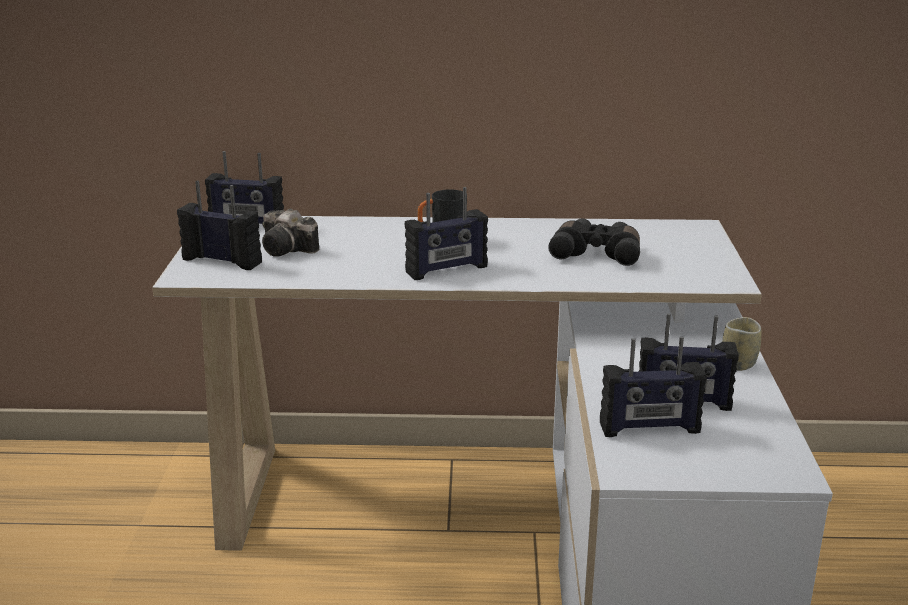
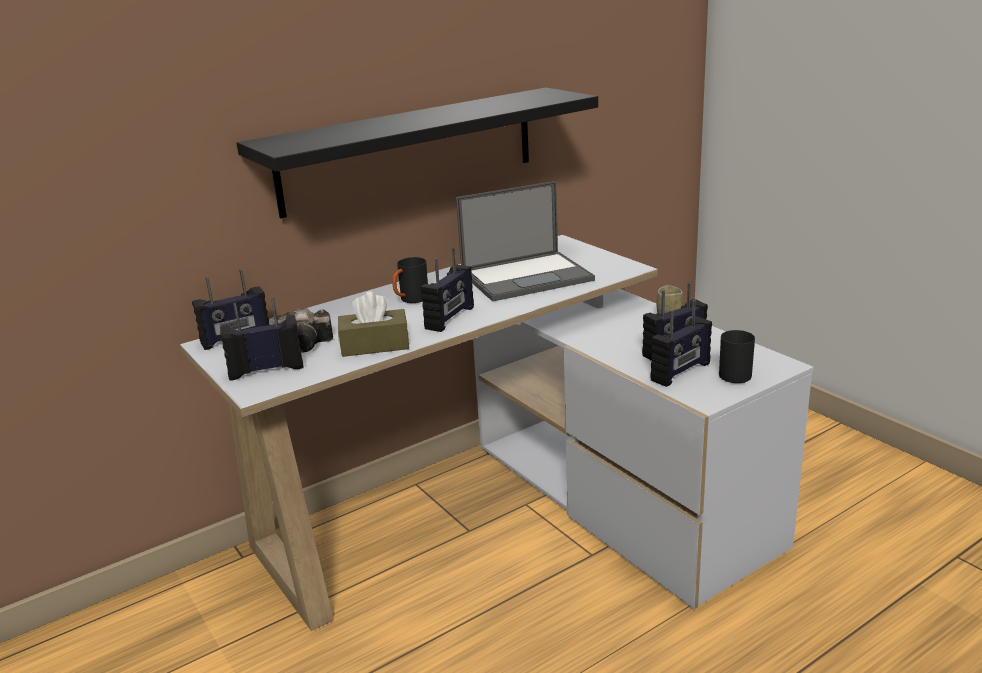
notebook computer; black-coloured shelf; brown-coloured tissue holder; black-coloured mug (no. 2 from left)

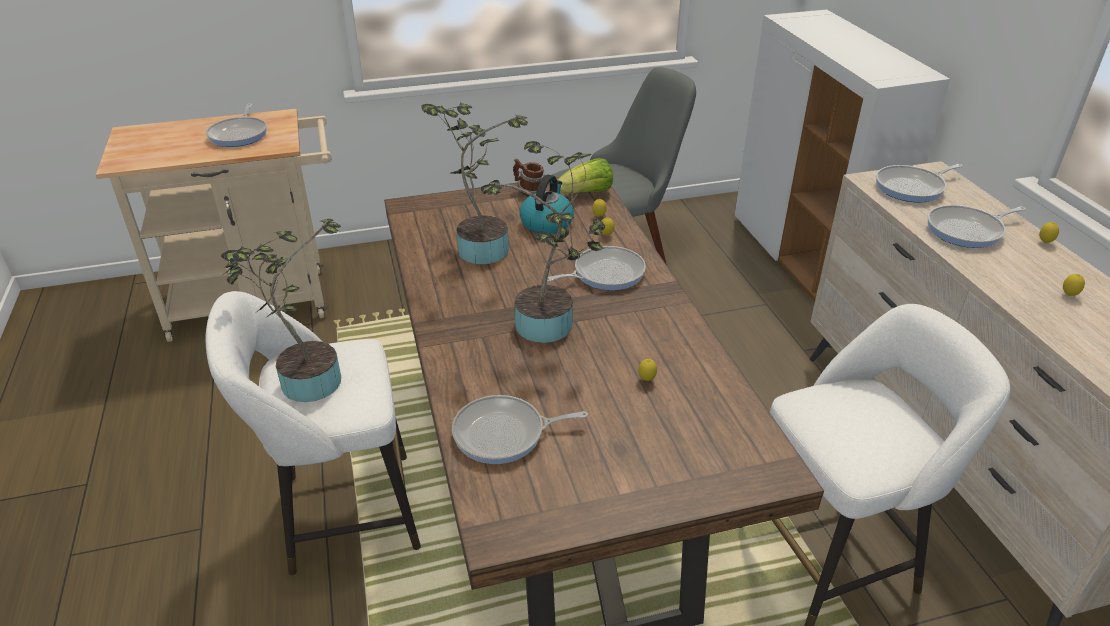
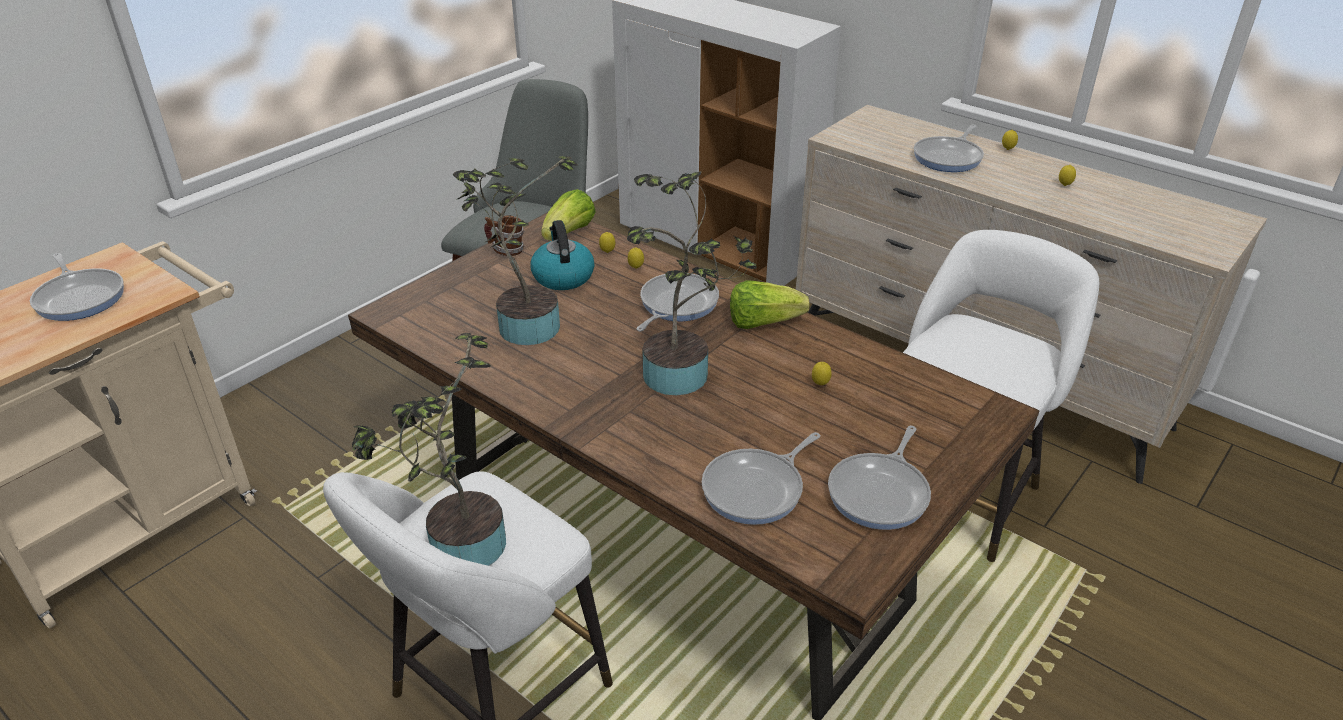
skillet (no. 4 from left); lettuce (no. 2 from left)

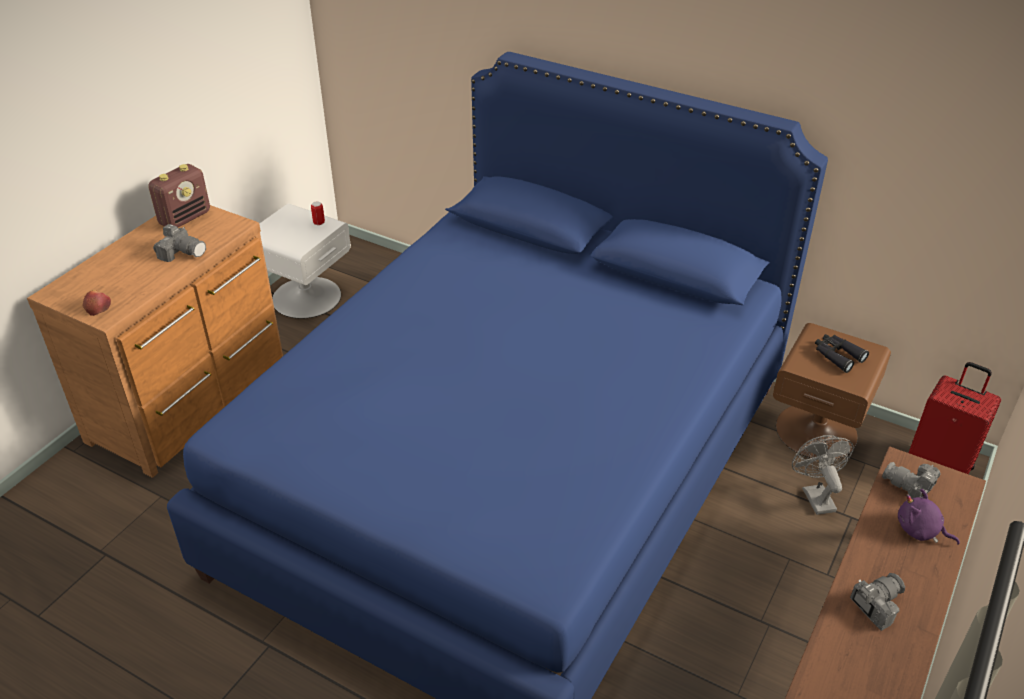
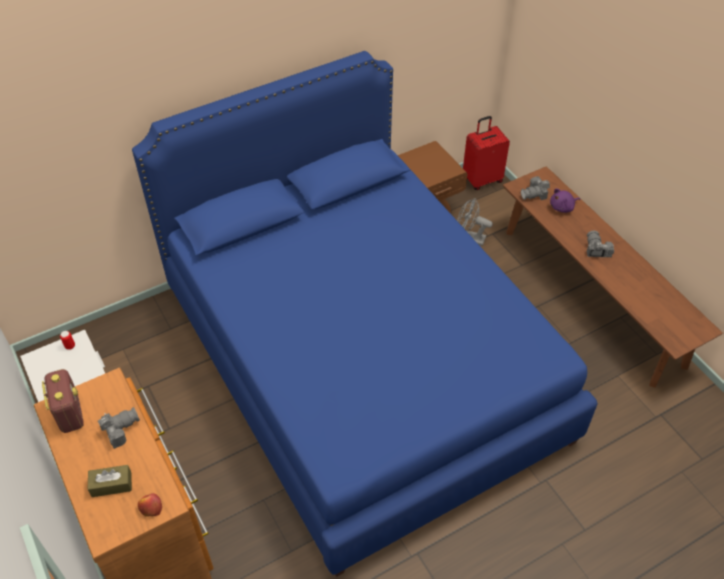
black-coloured pair of binoculars; brown-coloured tissue holder

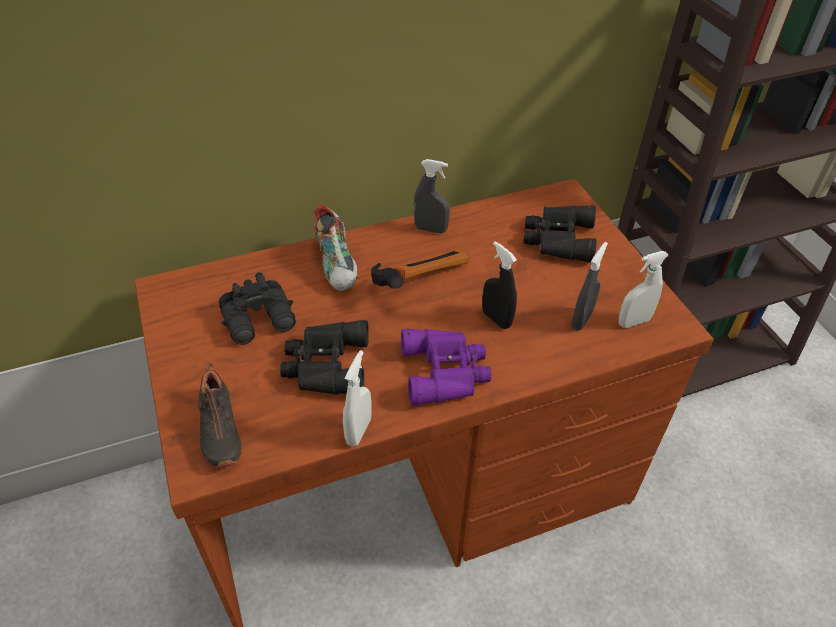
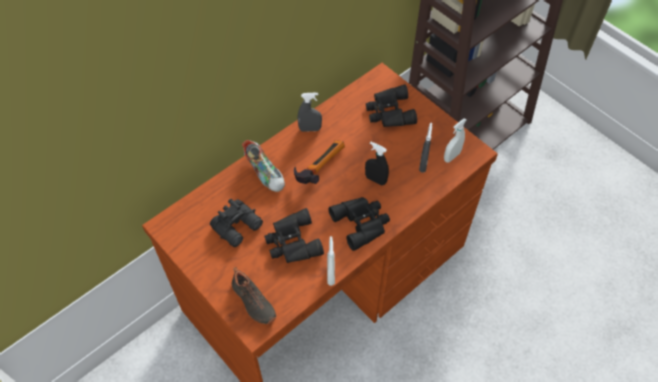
black-coloured pair of binoculars (no. 3 from left)

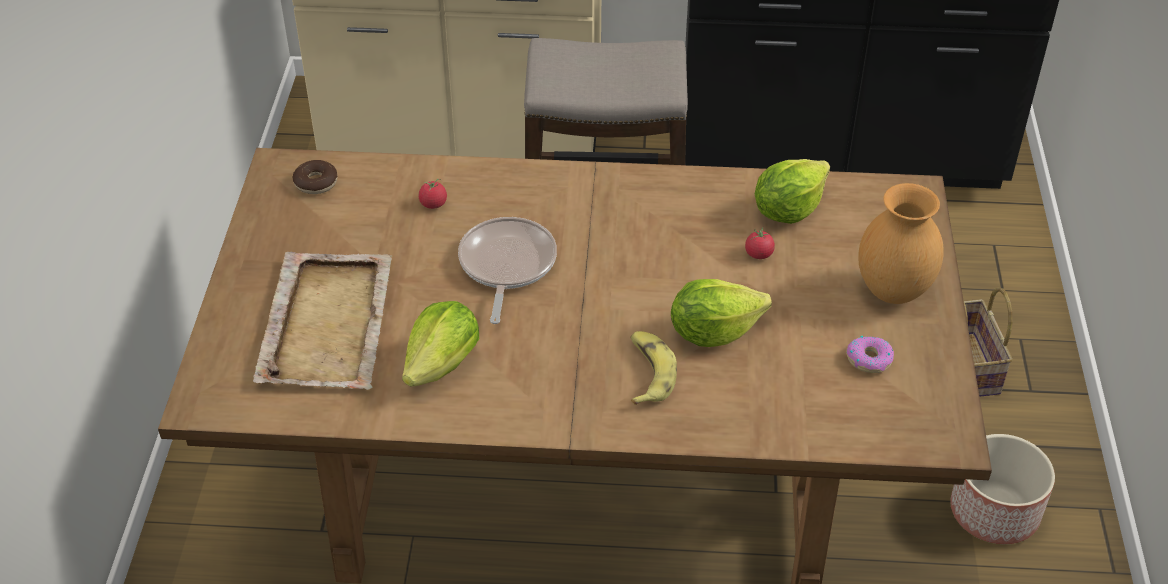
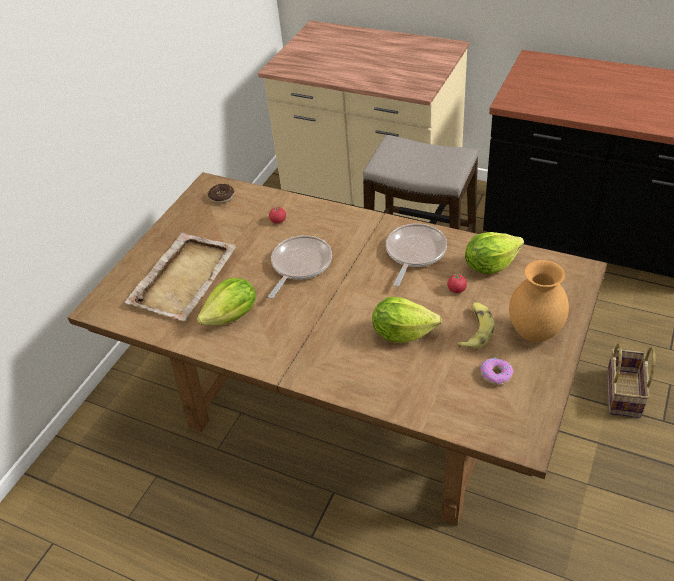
whole banana; plant pot; skillet (no. 2 from left)

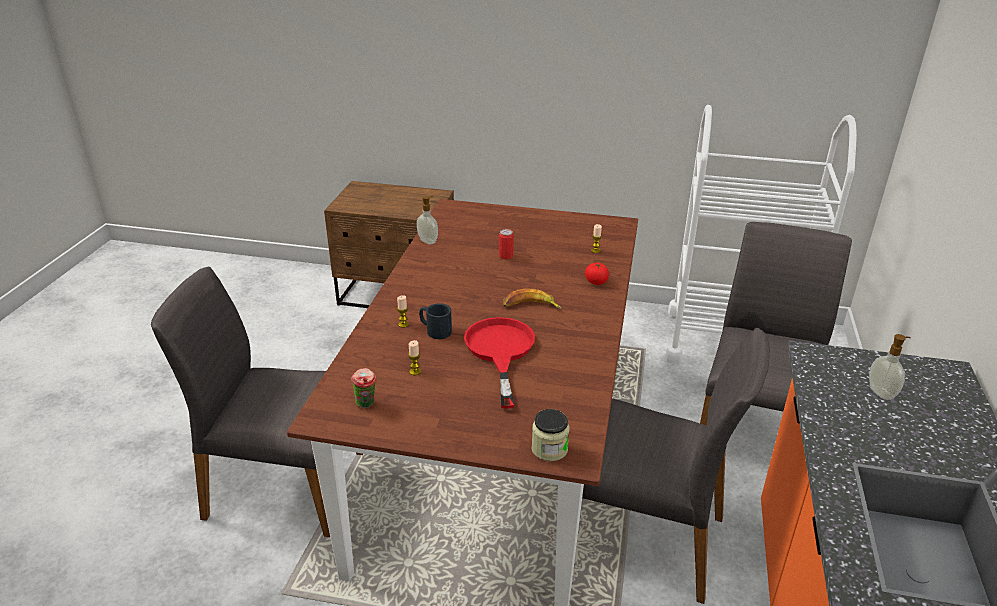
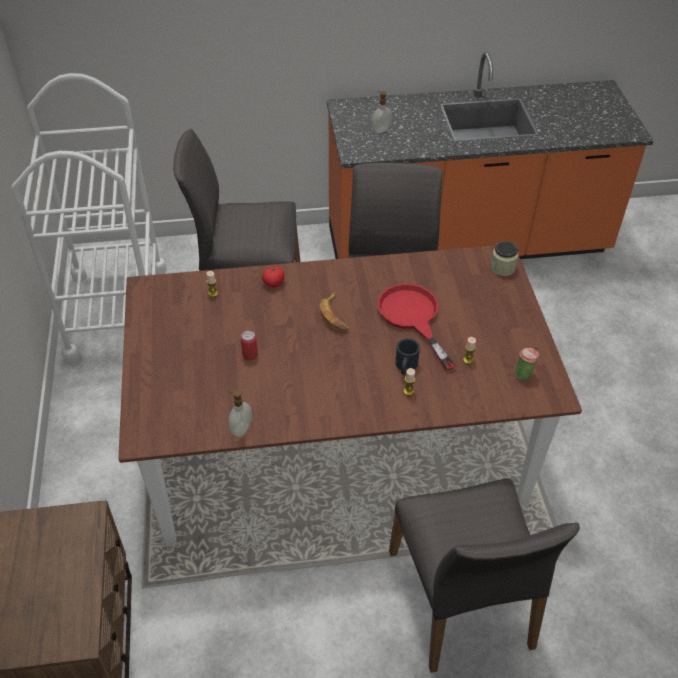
red-coloured skillet

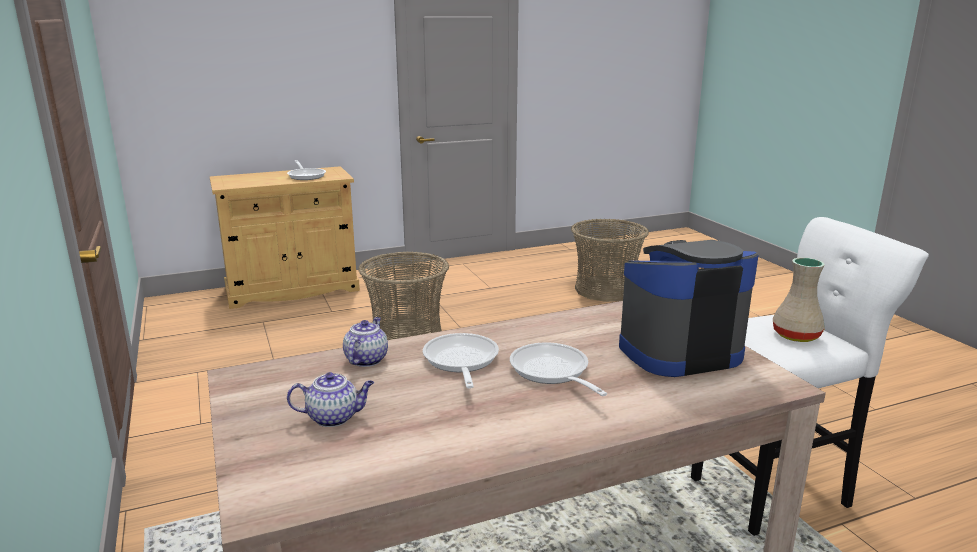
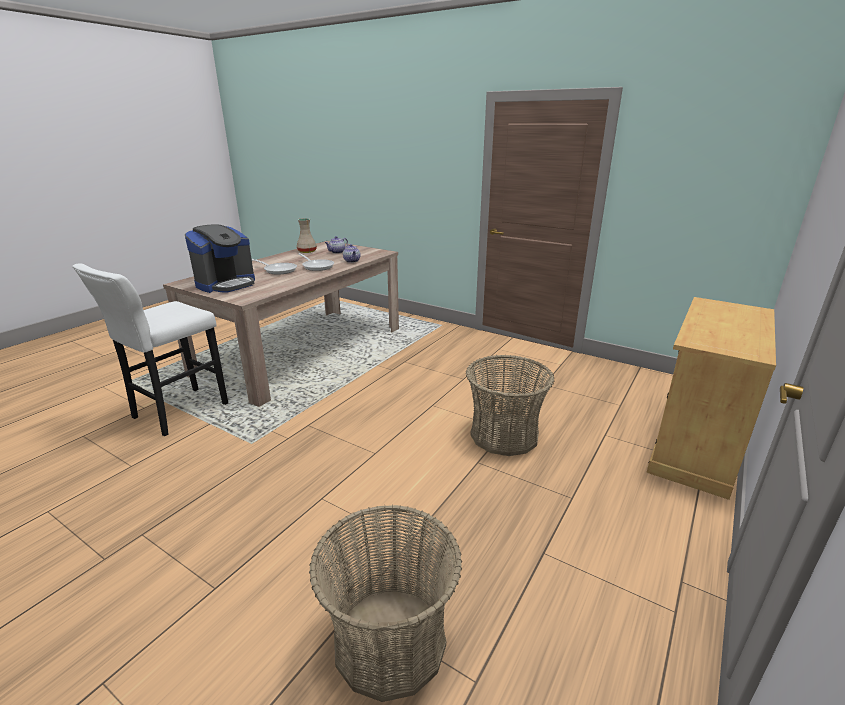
skillet (no. 1 from left in the first image); beige decorative vase

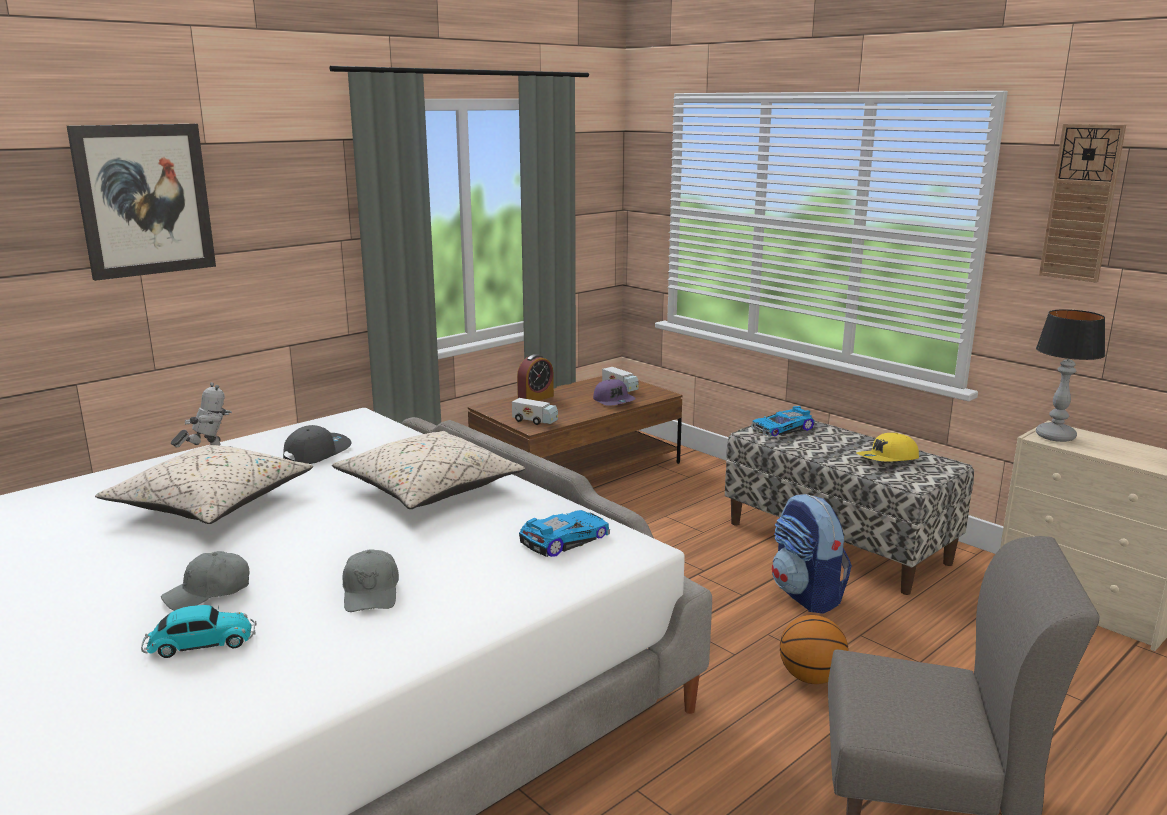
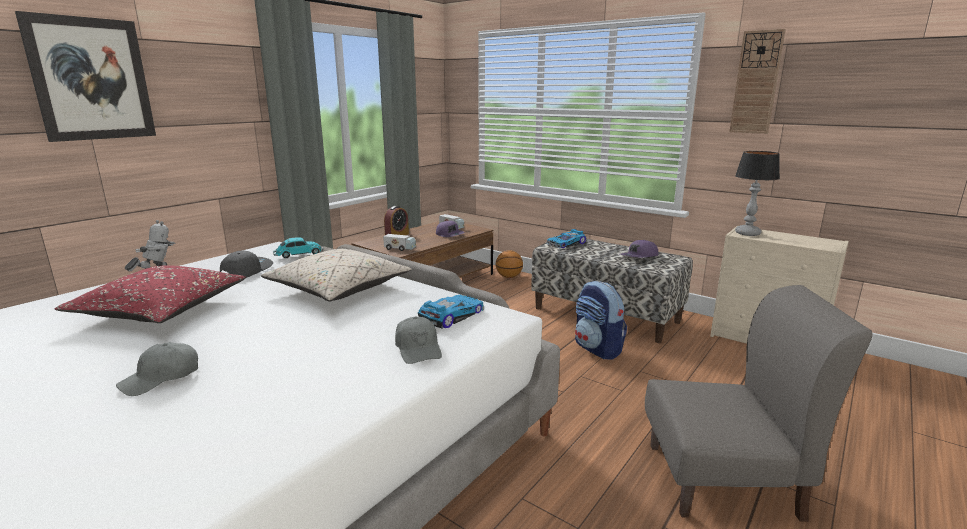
purple peaked cap (no. 2 from left); red-coloured cushion; gray peaked cap (no. 3 from left); miniature car (no. 1 from left); basketball

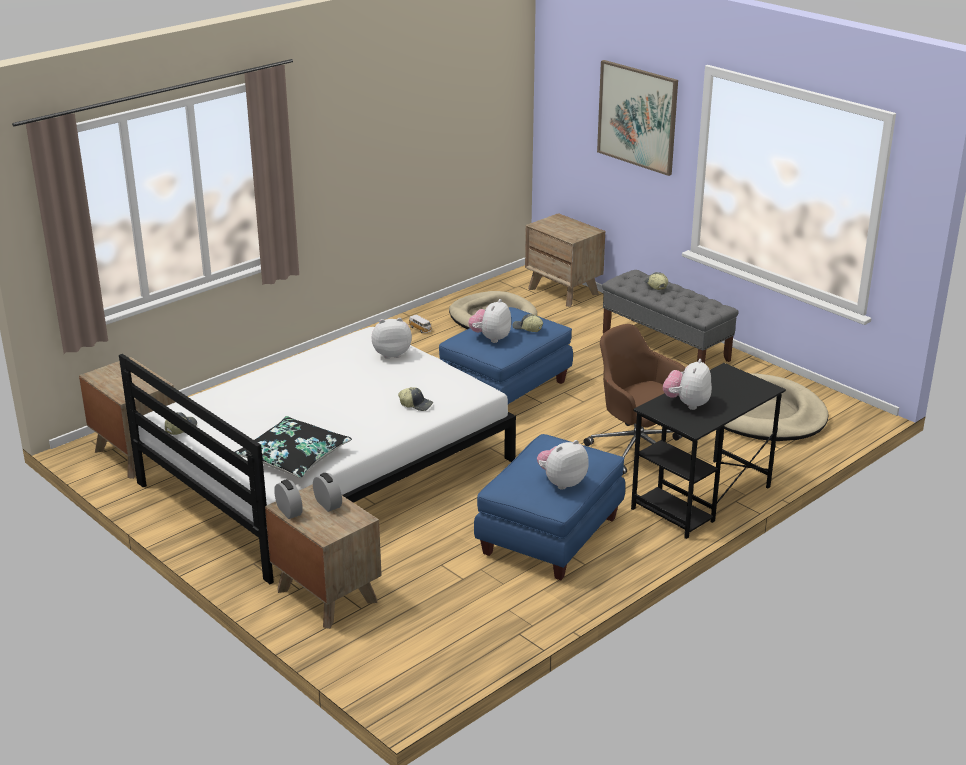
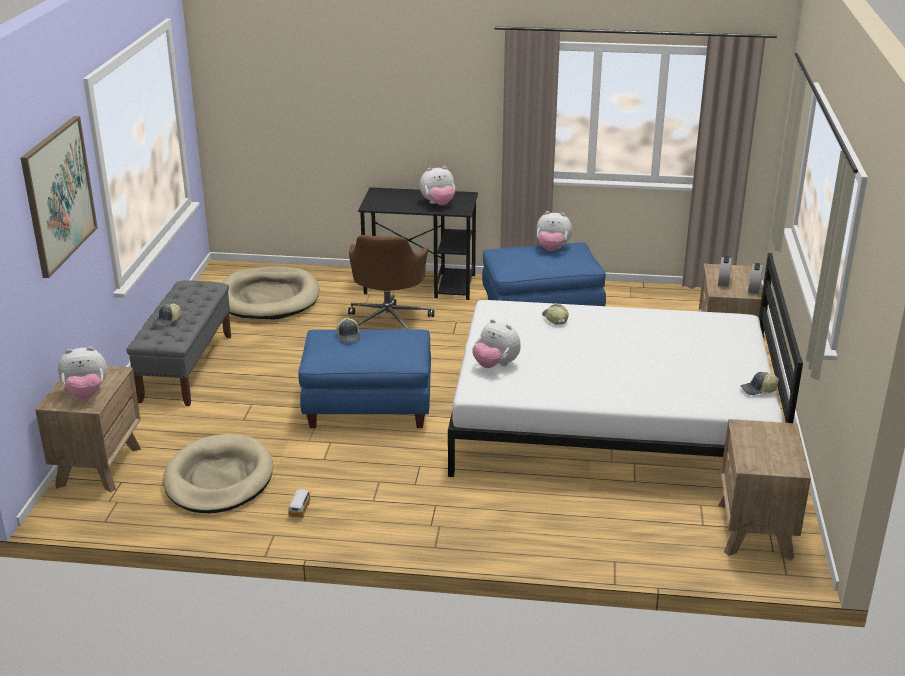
plush toy (no. 1 from left); black-coloured cushion

